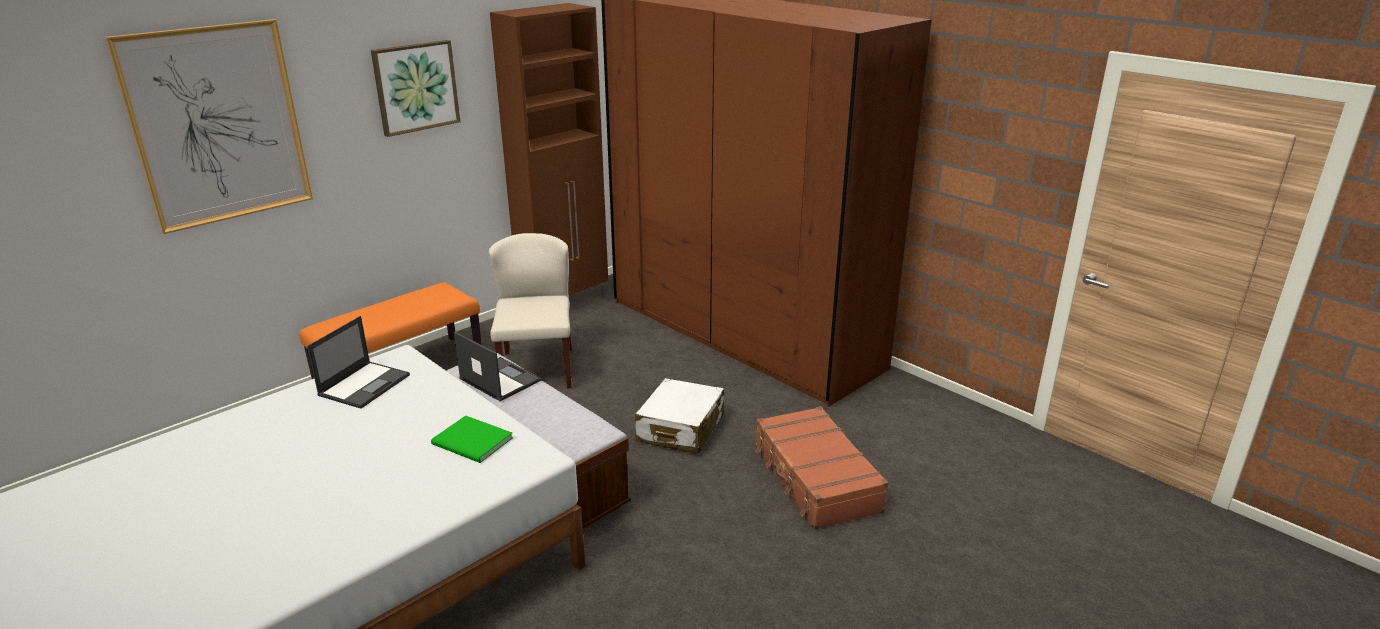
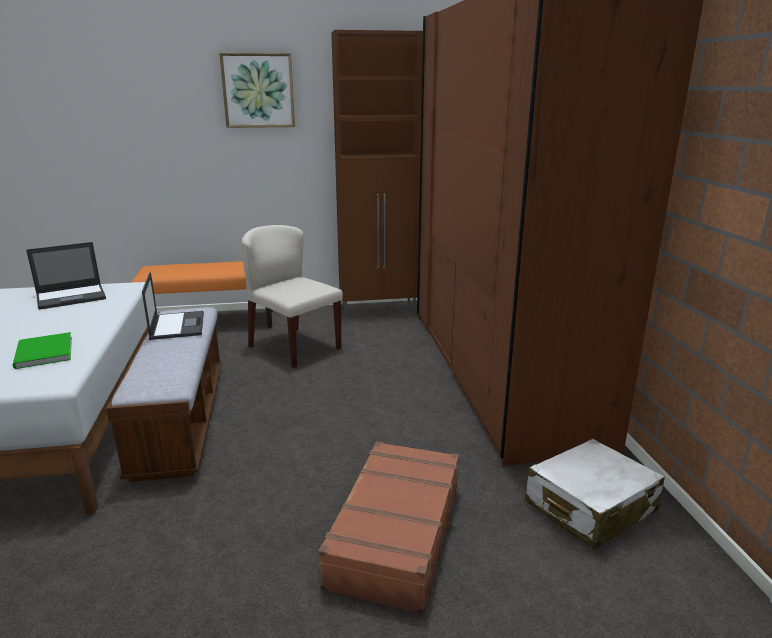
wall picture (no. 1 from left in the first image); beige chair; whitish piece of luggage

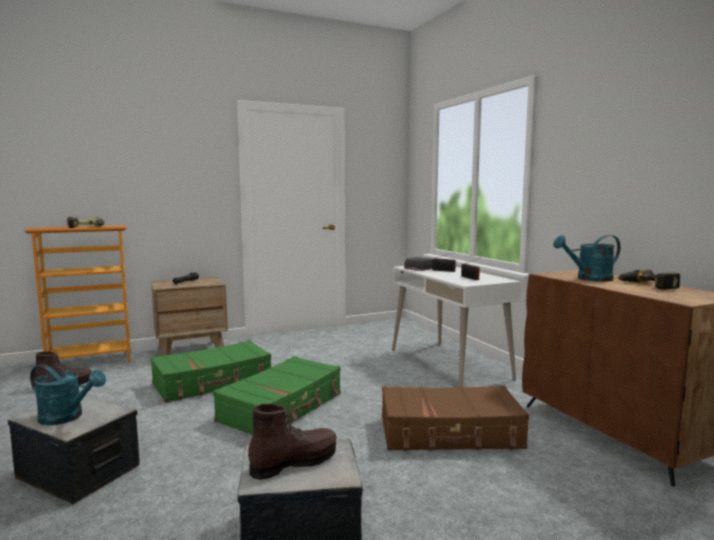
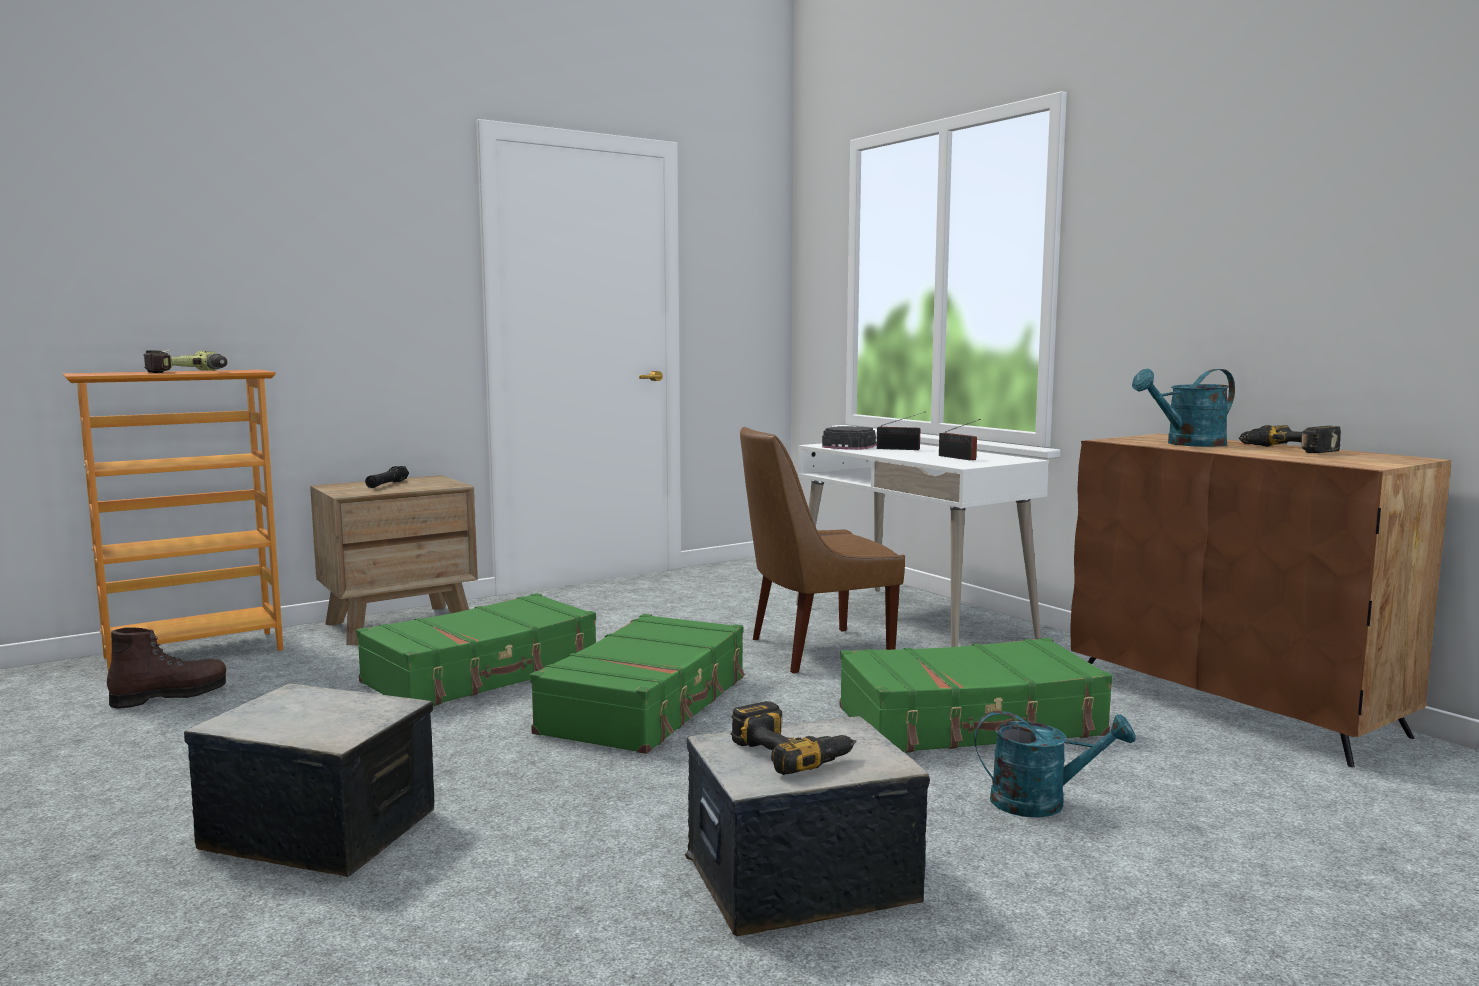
blue-green watering pot (no. 1 from left); green-coloured piece of luggage (no. 3 from left); power drill (no. 2 from left); brown-coloured chair

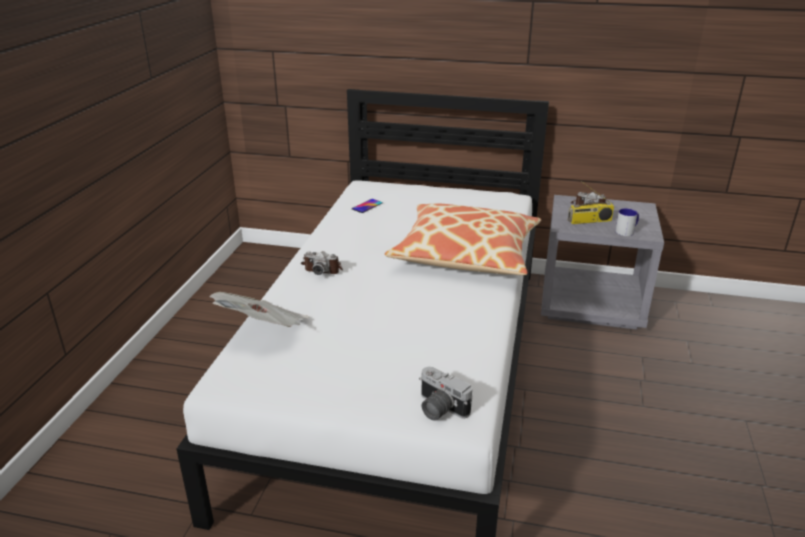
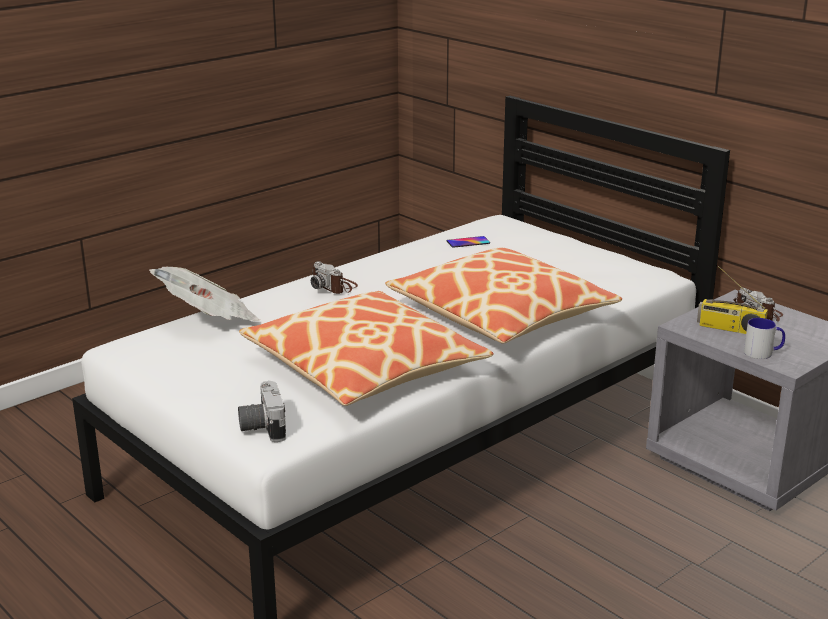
cushion (no. 1 from left)

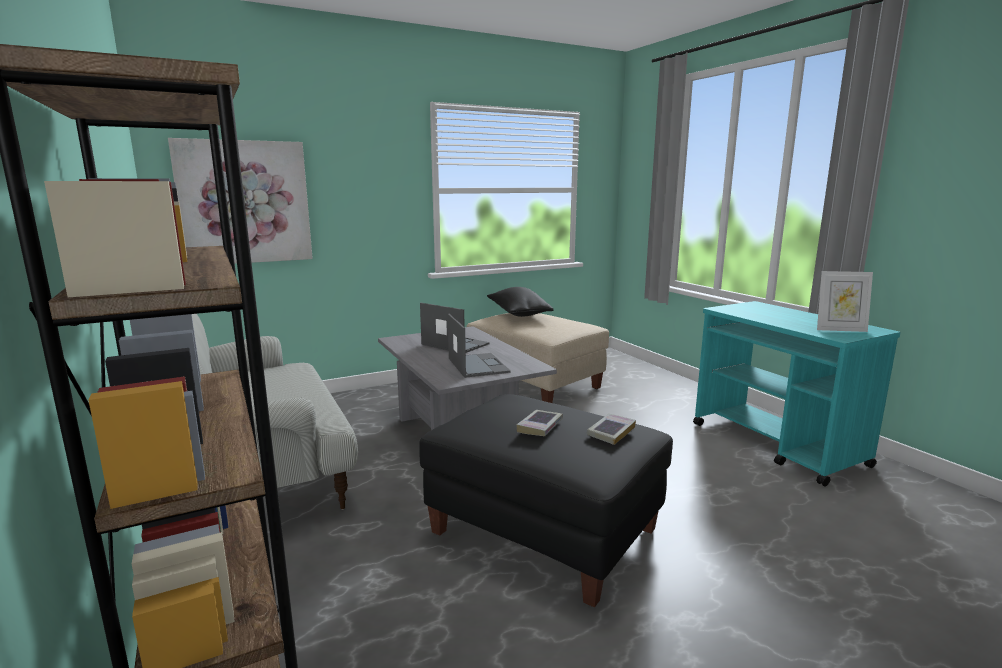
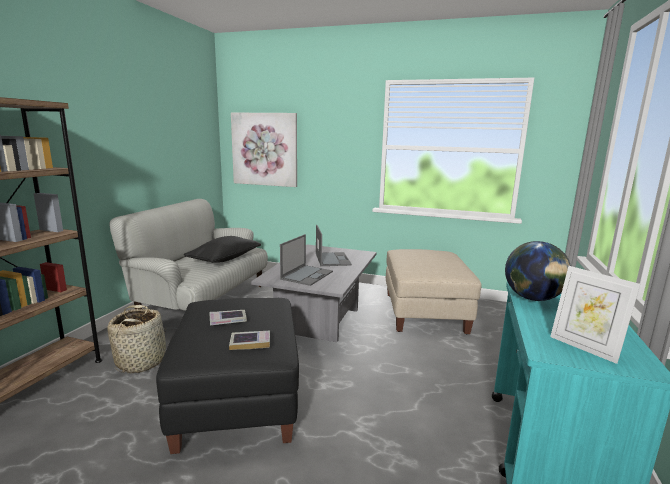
black-coloured cushion; globe; storage basket

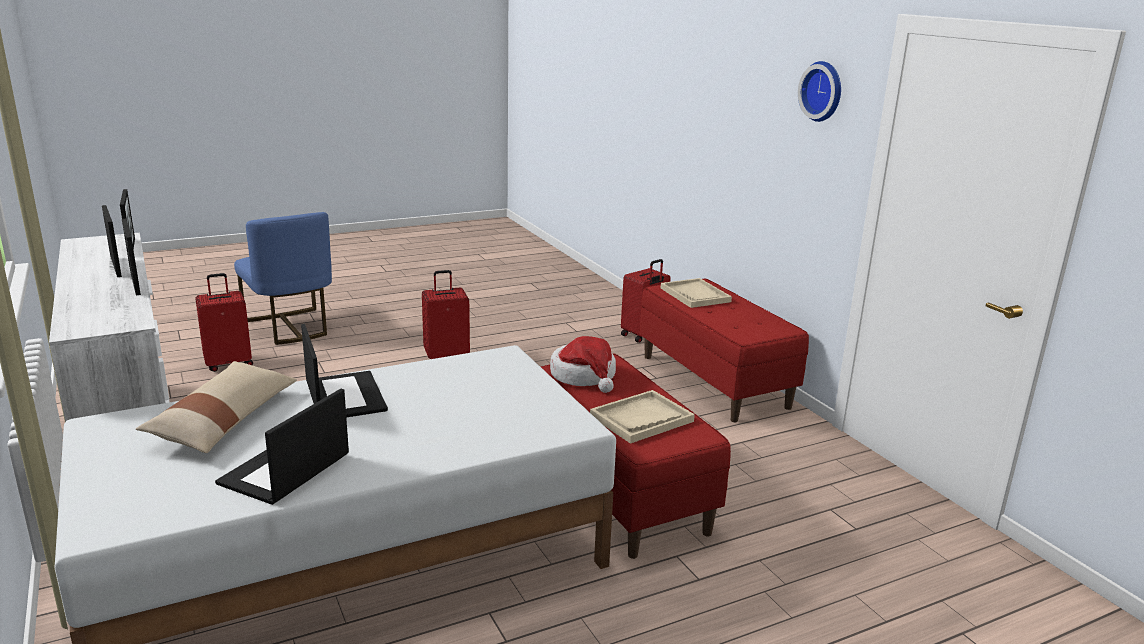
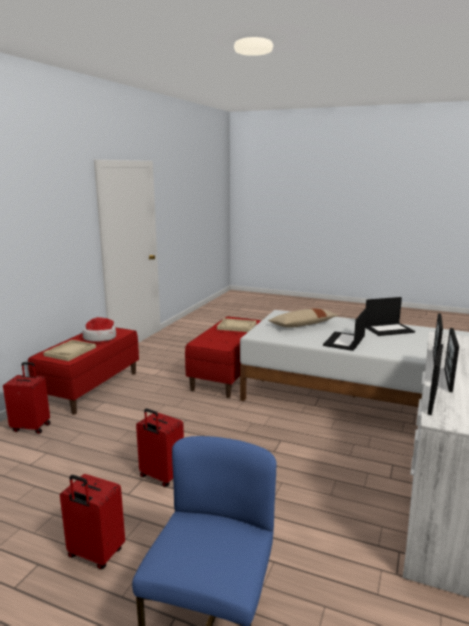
wall clock; red-coloured piece of luggage (no. 2 from left); hat; beige cushion

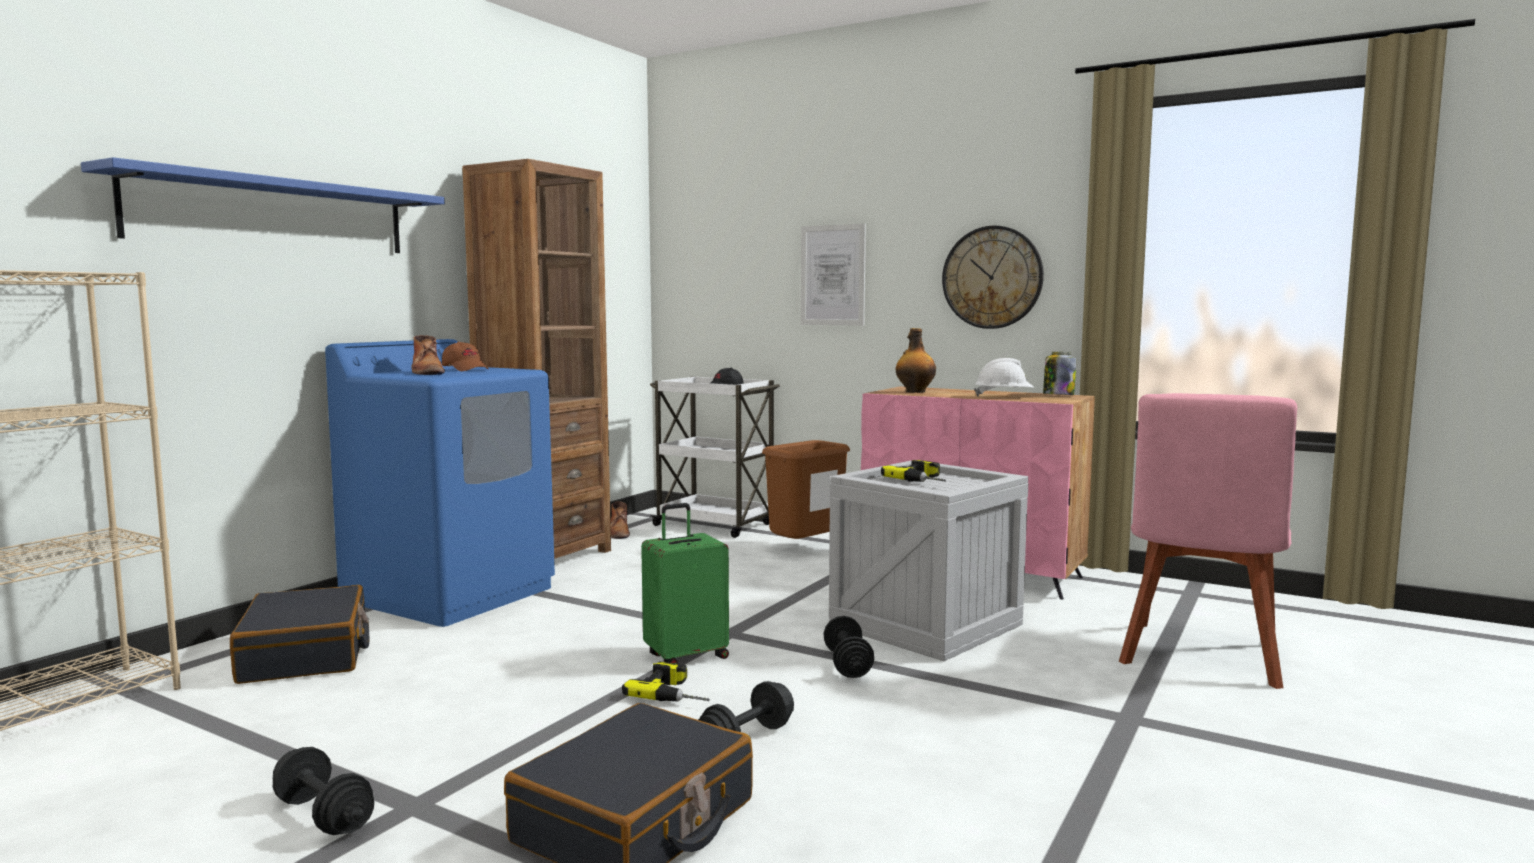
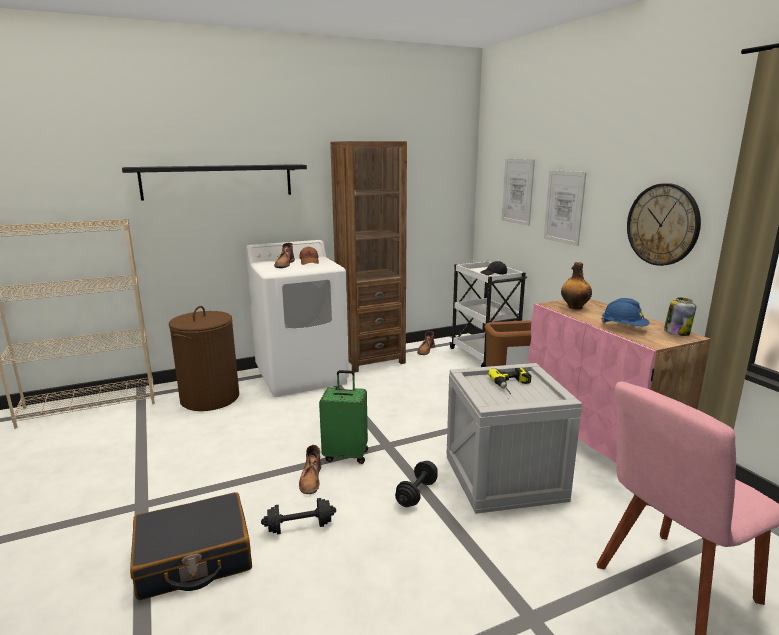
black-coloured shelf; whitish laundry appliance; blue hard hat; brown-coloured hamper; brown-coloured tall boot (no. 2 from left); black-coloured hand weight (no. 1 from left in the first image); wall picture (no. 1 from left)

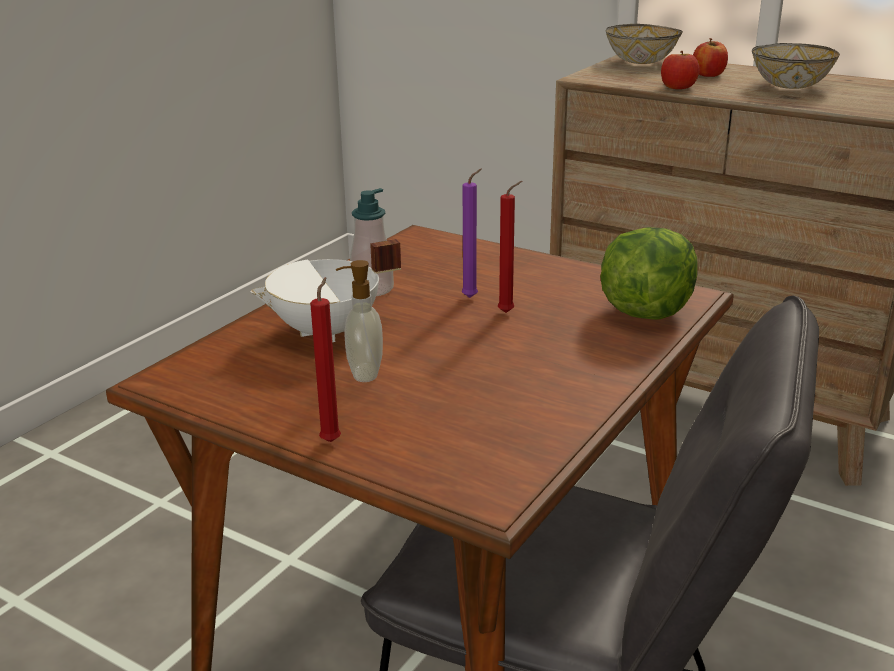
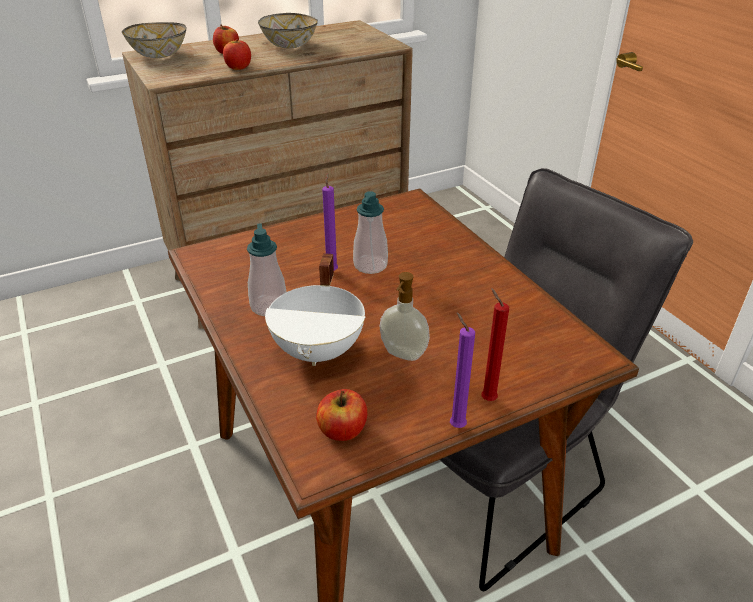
soap dispenser (no. 2 from left); lettuce; purple candle (no. 2 from left); apple fruit (no. 3 from left)

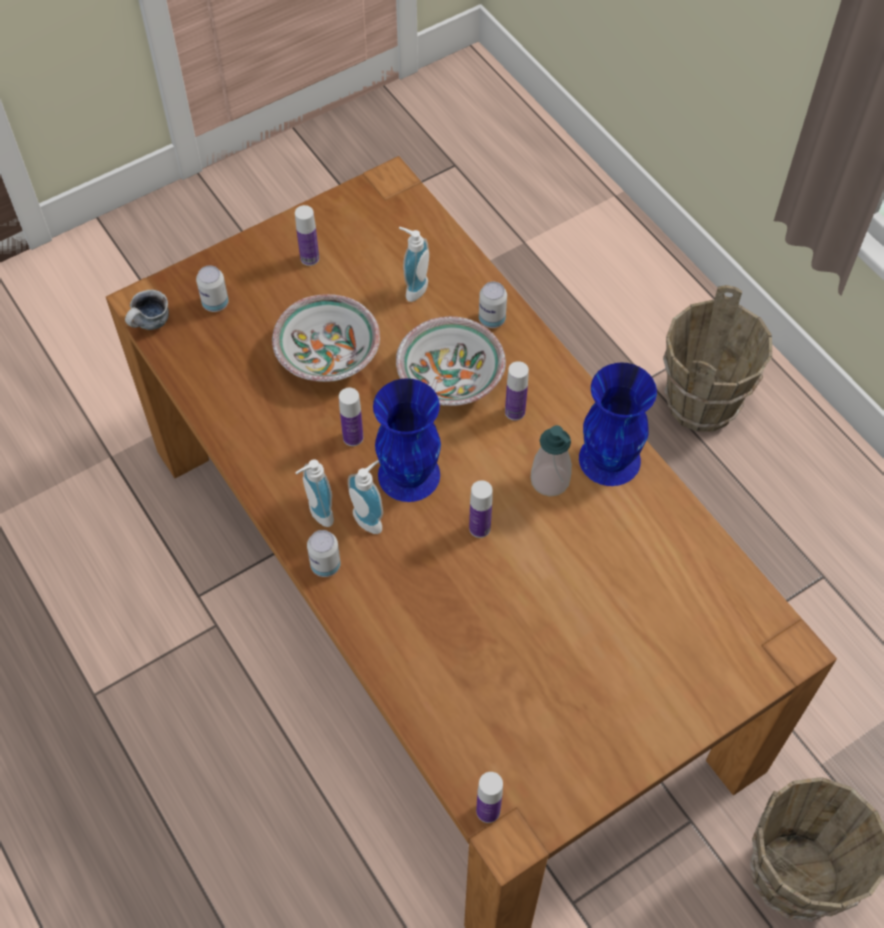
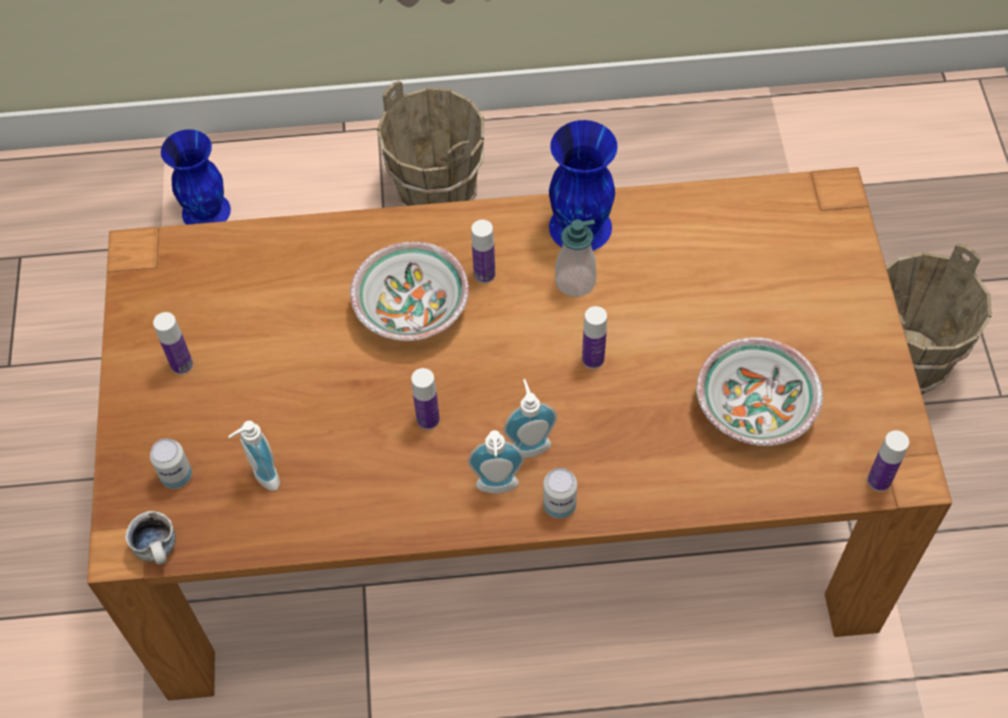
soap dispenser (no. 1 from left); metal can (no. 3 from left in the first image); serving bowl (no. 2 from left); blue decorative vase (no. 1 from left)

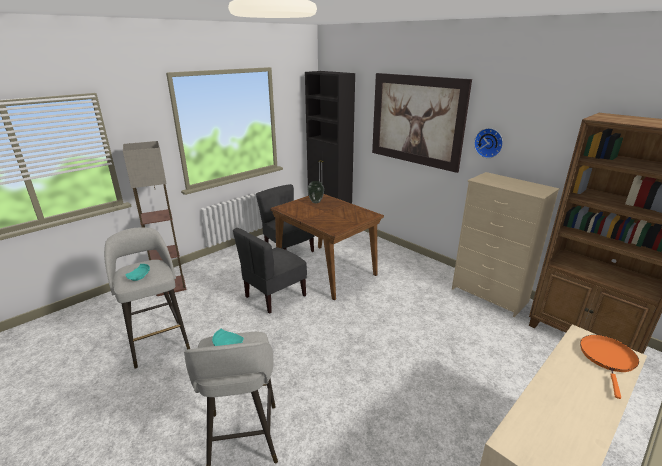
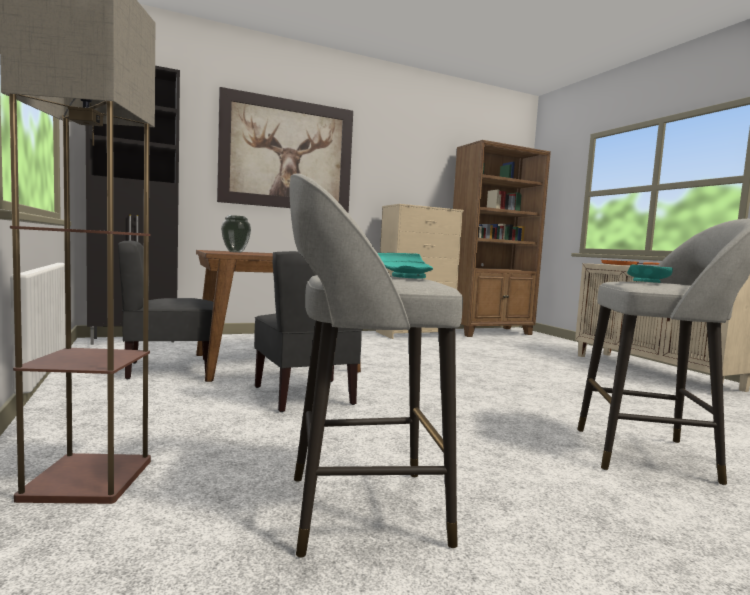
wall clock

